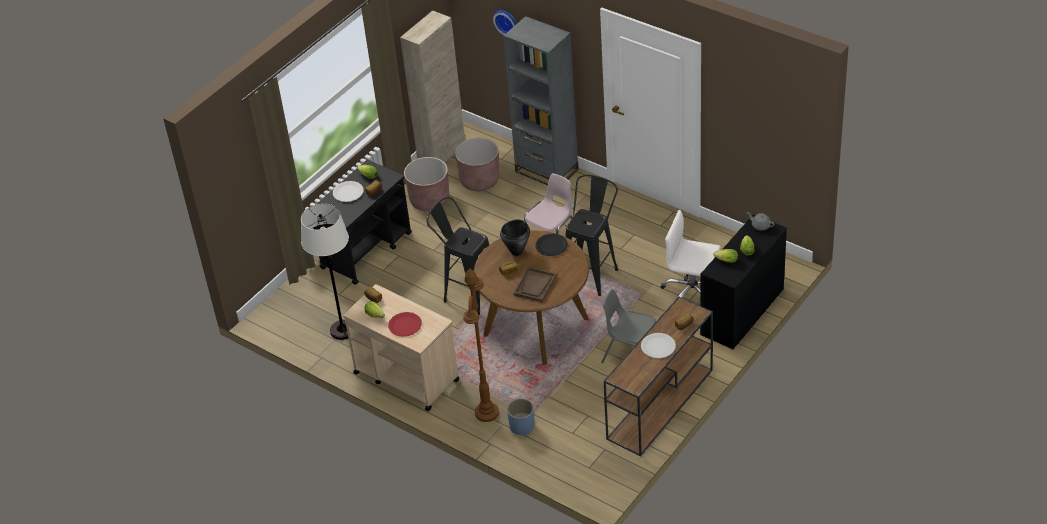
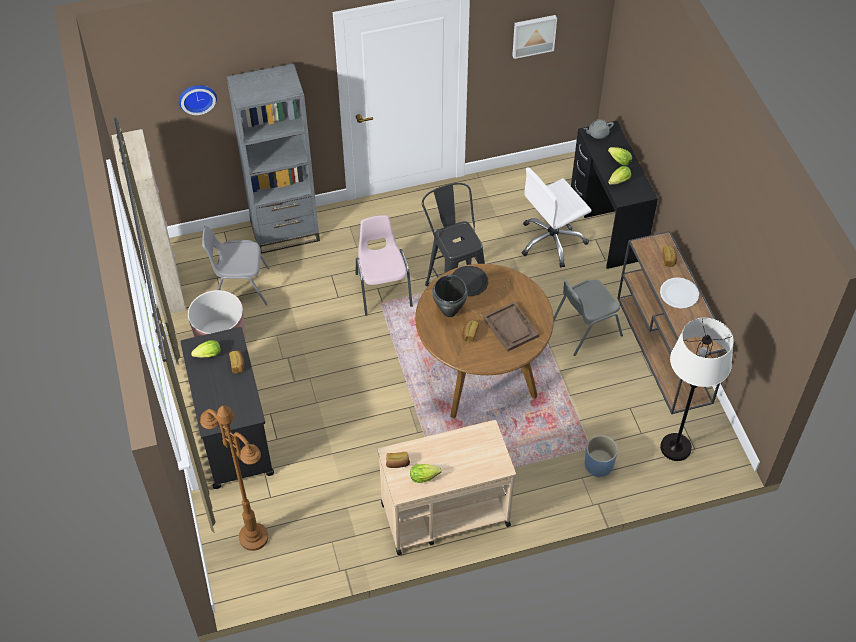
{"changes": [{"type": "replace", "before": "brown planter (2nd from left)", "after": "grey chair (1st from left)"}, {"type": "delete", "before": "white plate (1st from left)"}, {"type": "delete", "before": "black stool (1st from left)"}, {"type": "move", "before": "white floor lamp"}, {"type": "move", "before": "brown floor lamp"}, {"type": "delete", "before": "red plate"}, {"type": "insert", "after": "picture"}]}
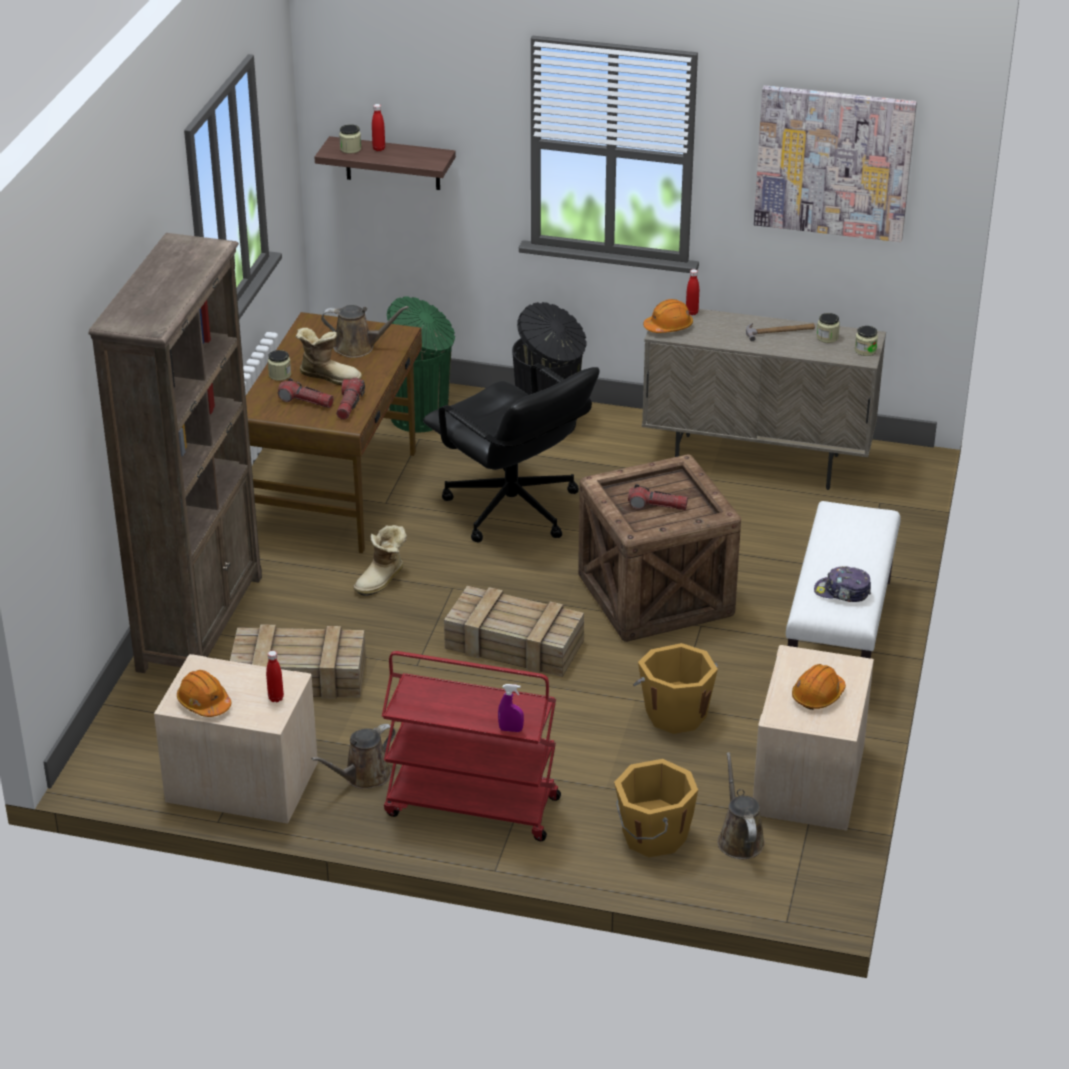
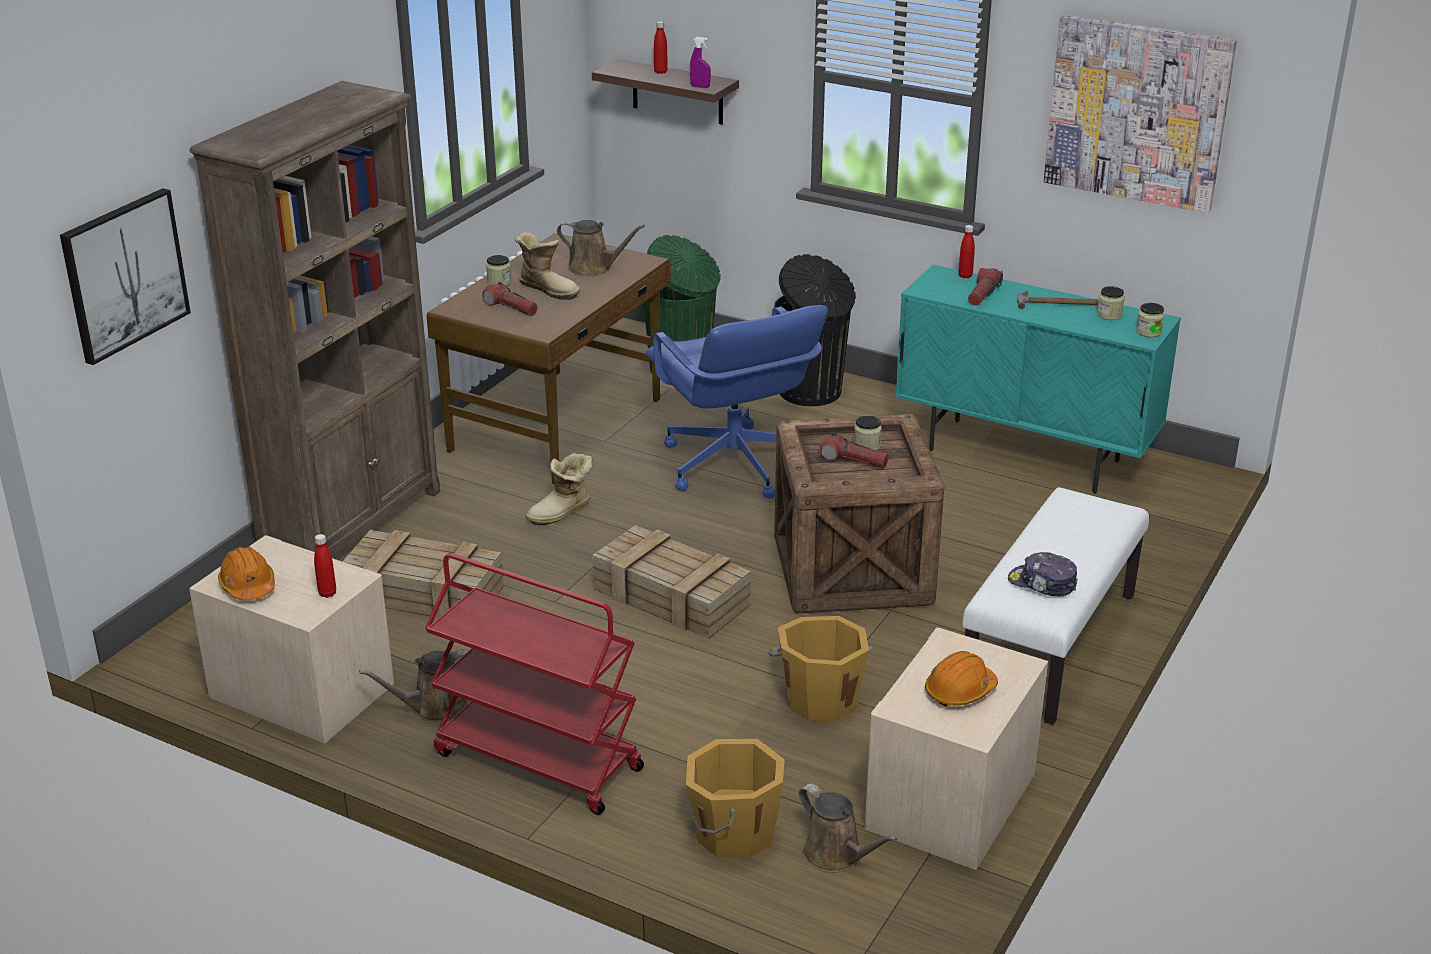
{"changes": [{"type": "move", "before": "jar (2nd from left)"}, {"type": "delete", "before": "orange hard hat (2nd from left)"}, {"type": "recolor", "before": "beige cabinet", "after": "turquoise cabinet"}, {"type": "recolor", "before": "black office chair", "after": "blue office chair"}, {"type": "move", "before": "flashlight (2nd from left in the first image)", "after": "flashlight (3rd from left)"}, {"type": "move", "before": "purple spray bottle"}, {"type": "rotate", "before": "brown watering can (3rd from left)", "turn": 135}, {"type": "insert", "after": "picture (1st from left)"}]}
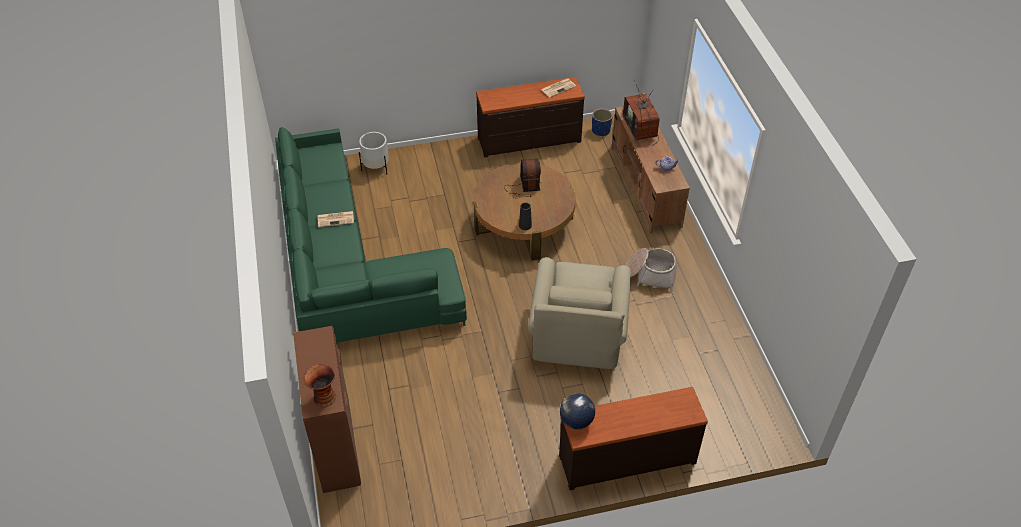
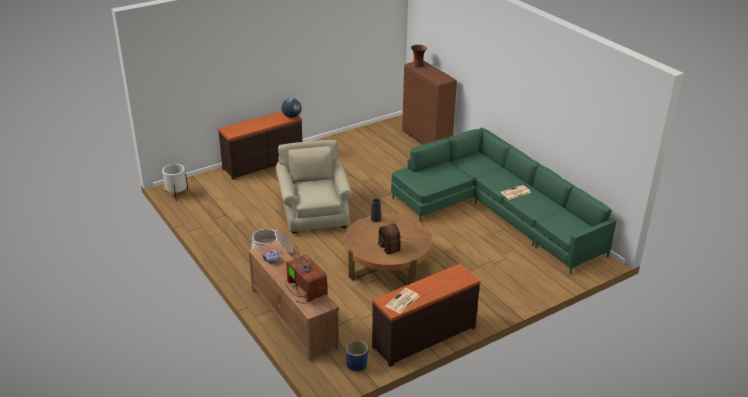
{"changes": [{"type": "move", "before": "white planter"}]}
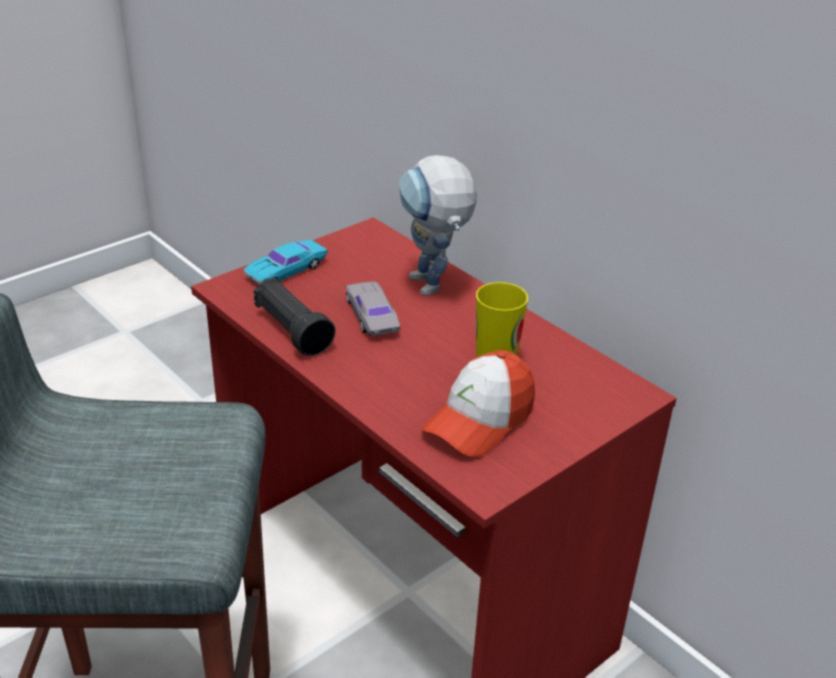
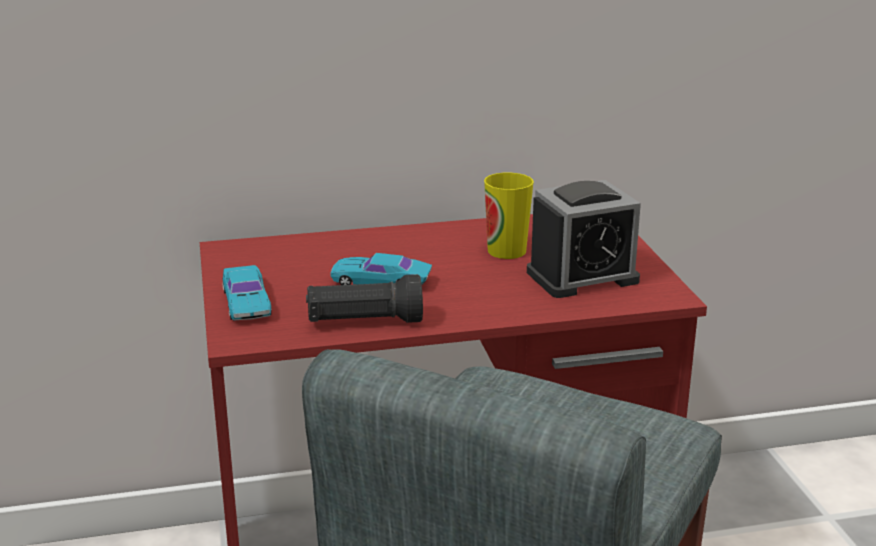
{"changes": [{"type": "delete", "before": "toy robot"}, {"type": "recolor", "before": "grey toy car", "after": "turquoise toy car (2nd from left)"}, {"type": "replace", "before": "cap", "after": "alarm clock"}]}
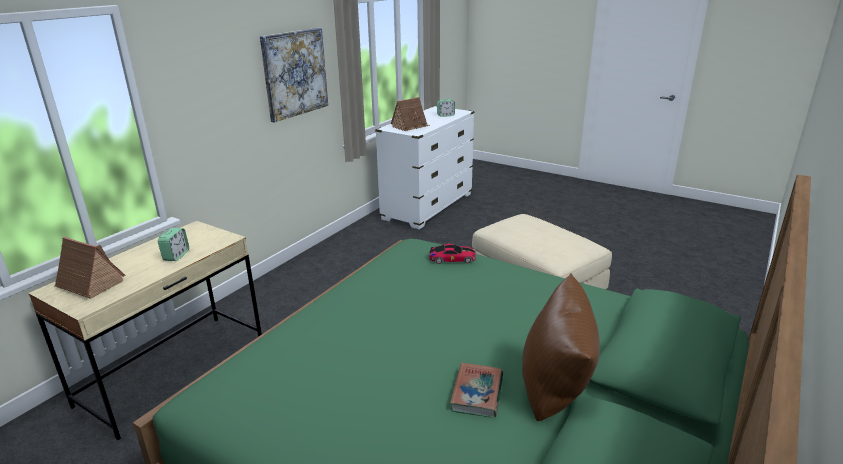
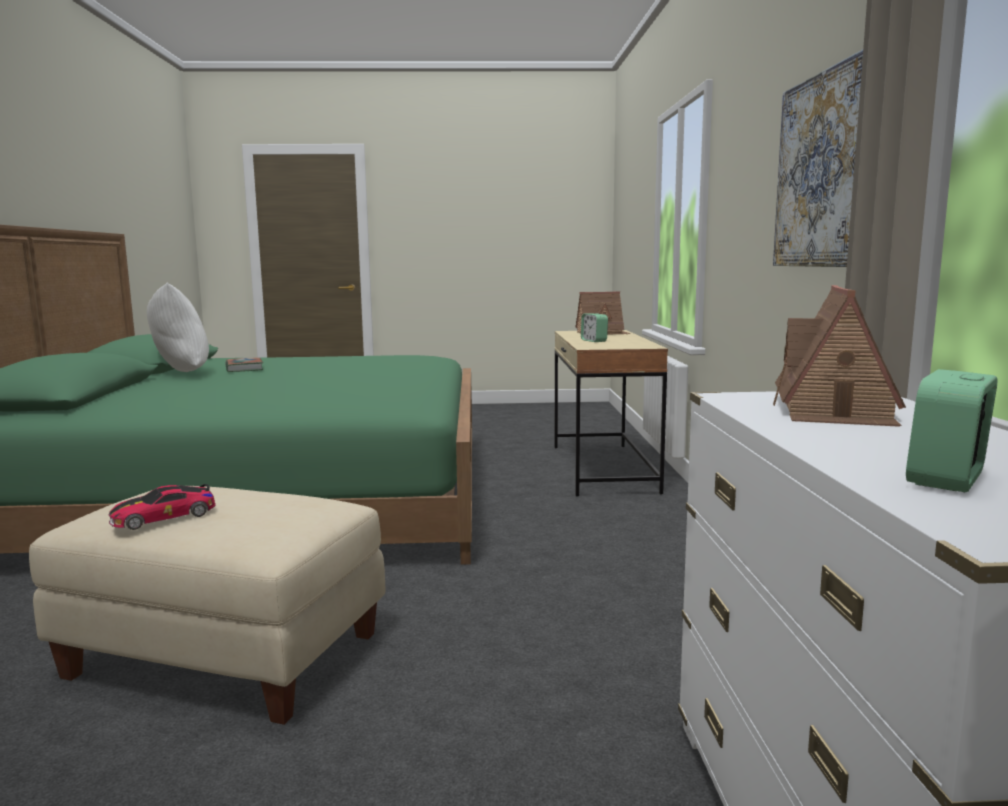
{"changes": [{"type": "move", "before": "toy car"}, {"type": "recolor", "before": "brown pillow", "after": "white pillow"}]}
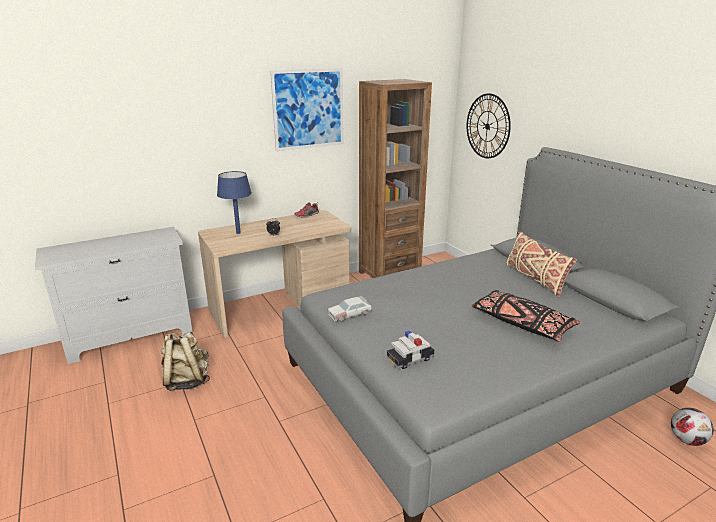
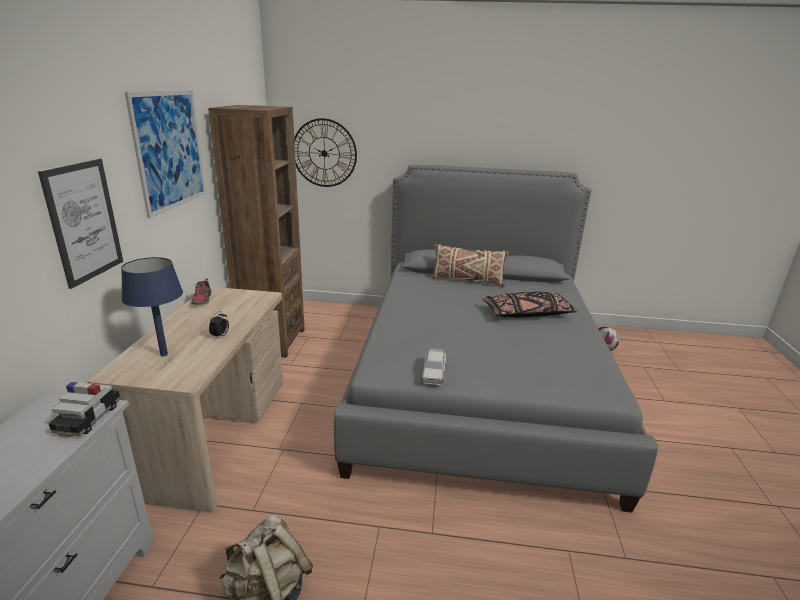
{"changes": [{"type": "move", "before": "toy car (2nd from left in the first image)", "after": "toy car (1st from left)"}, {"type": "insert", "after": "picture (1st from left)"}]}
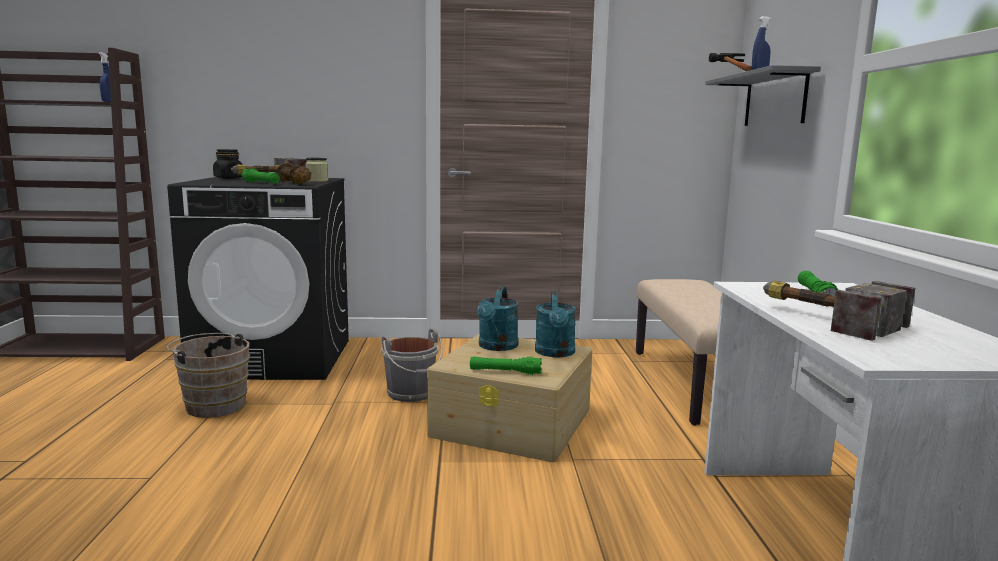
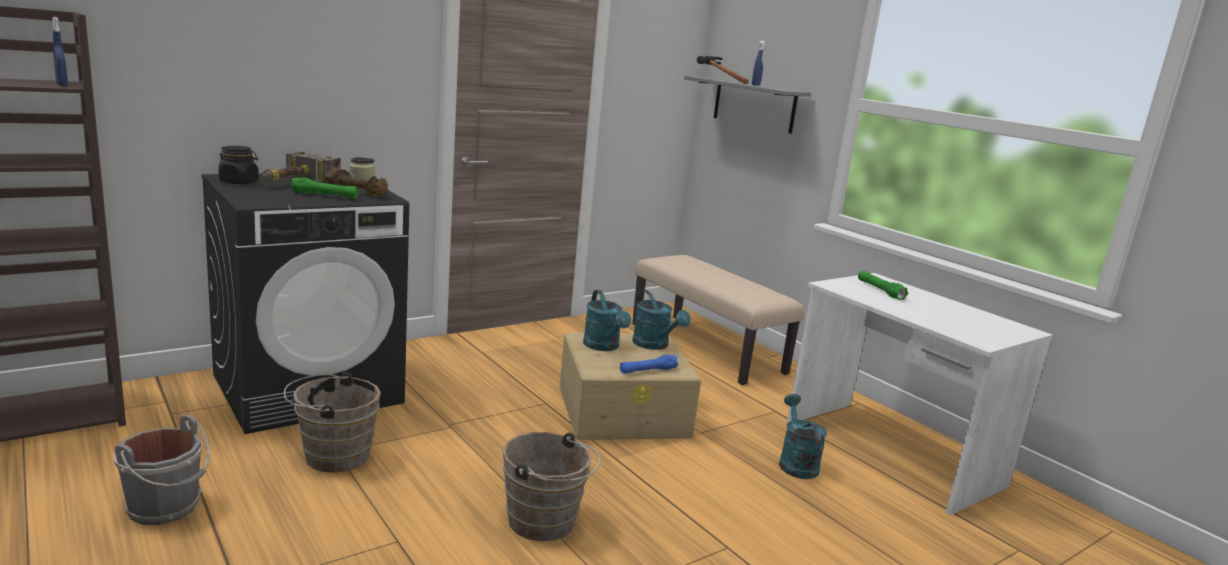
{"changes": [{"type": "delete", "before": "hammer (3rd from left)"}, {"type": "move", "before": "grey bucket"}, {"type": "recolor", "before": "green flashlight (2nd from left)", "after": "blue flashlight"}, {"type": "insert", "after": "turquoise watering can (3rd from left)"}, {"type": "insert", "after": "brown bucket (2nd from left)"}]}
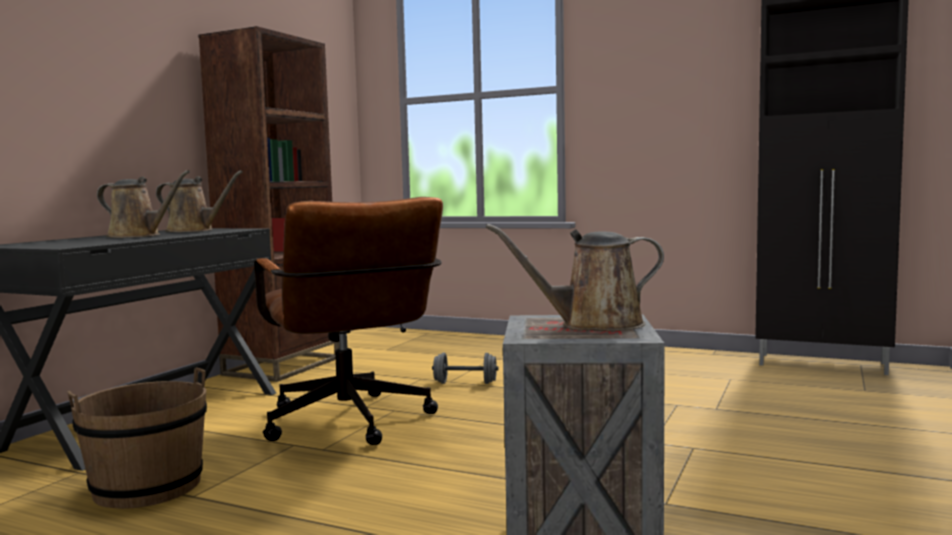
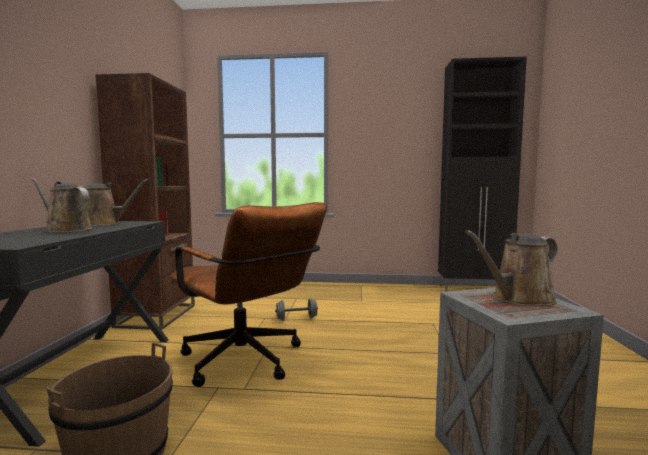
{"changes": [{"type": "rotate", "before": "brown watering can (1st from left)", "turn": -150}]}
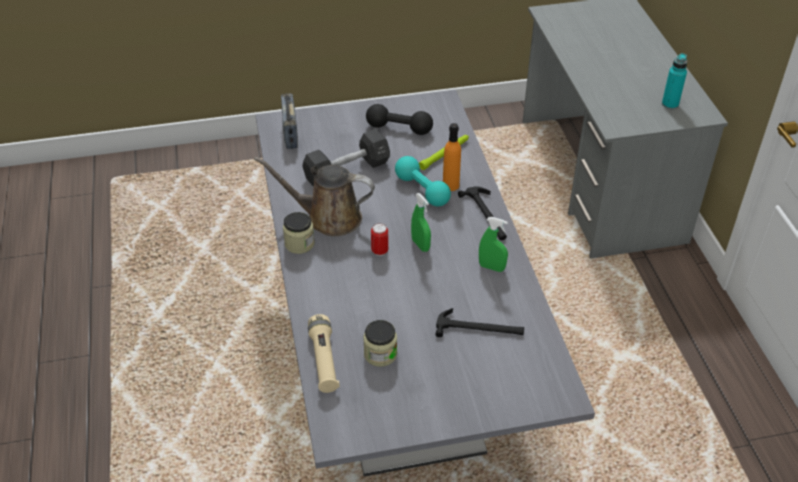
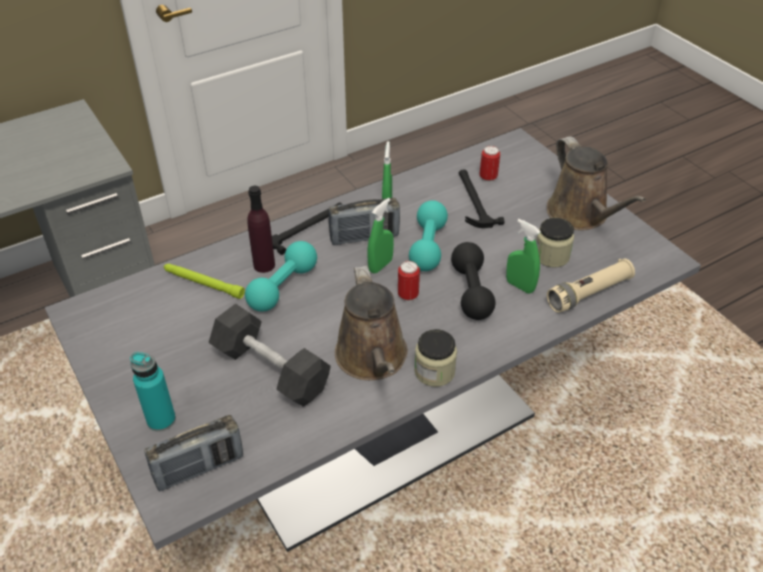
{"changes": [{"type": "move", "before": "turquoise bottle"}, {"type": "move", "before": "black dumbbell (2nd from left)"}, {"type": "recolor", "before": "orange bottle", "after": "purple bottle"}, {"type": "insert", "after": "brown watering can (2nd from left)"}, {"type": "insert", "after": "can (2nd from left)"}, {"type": "insert", "after": "radio (2nd from left)"}, {"type": "insert", "after": "turquoise dumbbell (2nd from left)"}, {"type": "insert", "after": "green spray bottle (3rd from left)"}]}
